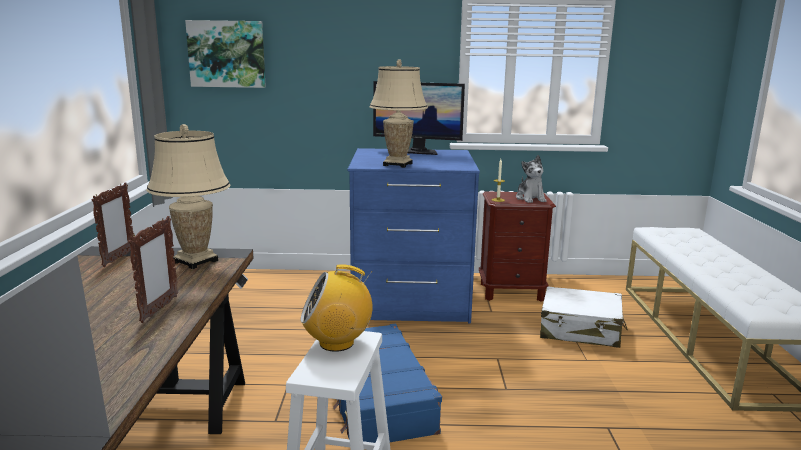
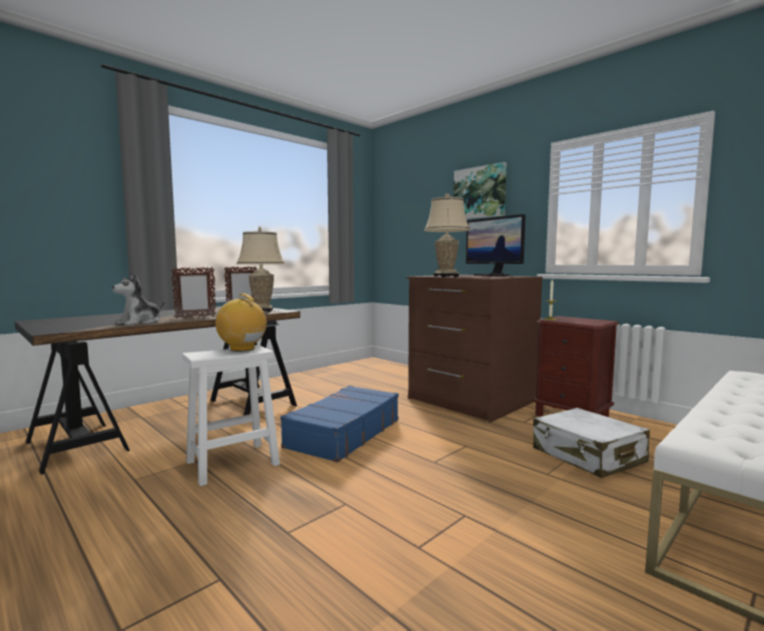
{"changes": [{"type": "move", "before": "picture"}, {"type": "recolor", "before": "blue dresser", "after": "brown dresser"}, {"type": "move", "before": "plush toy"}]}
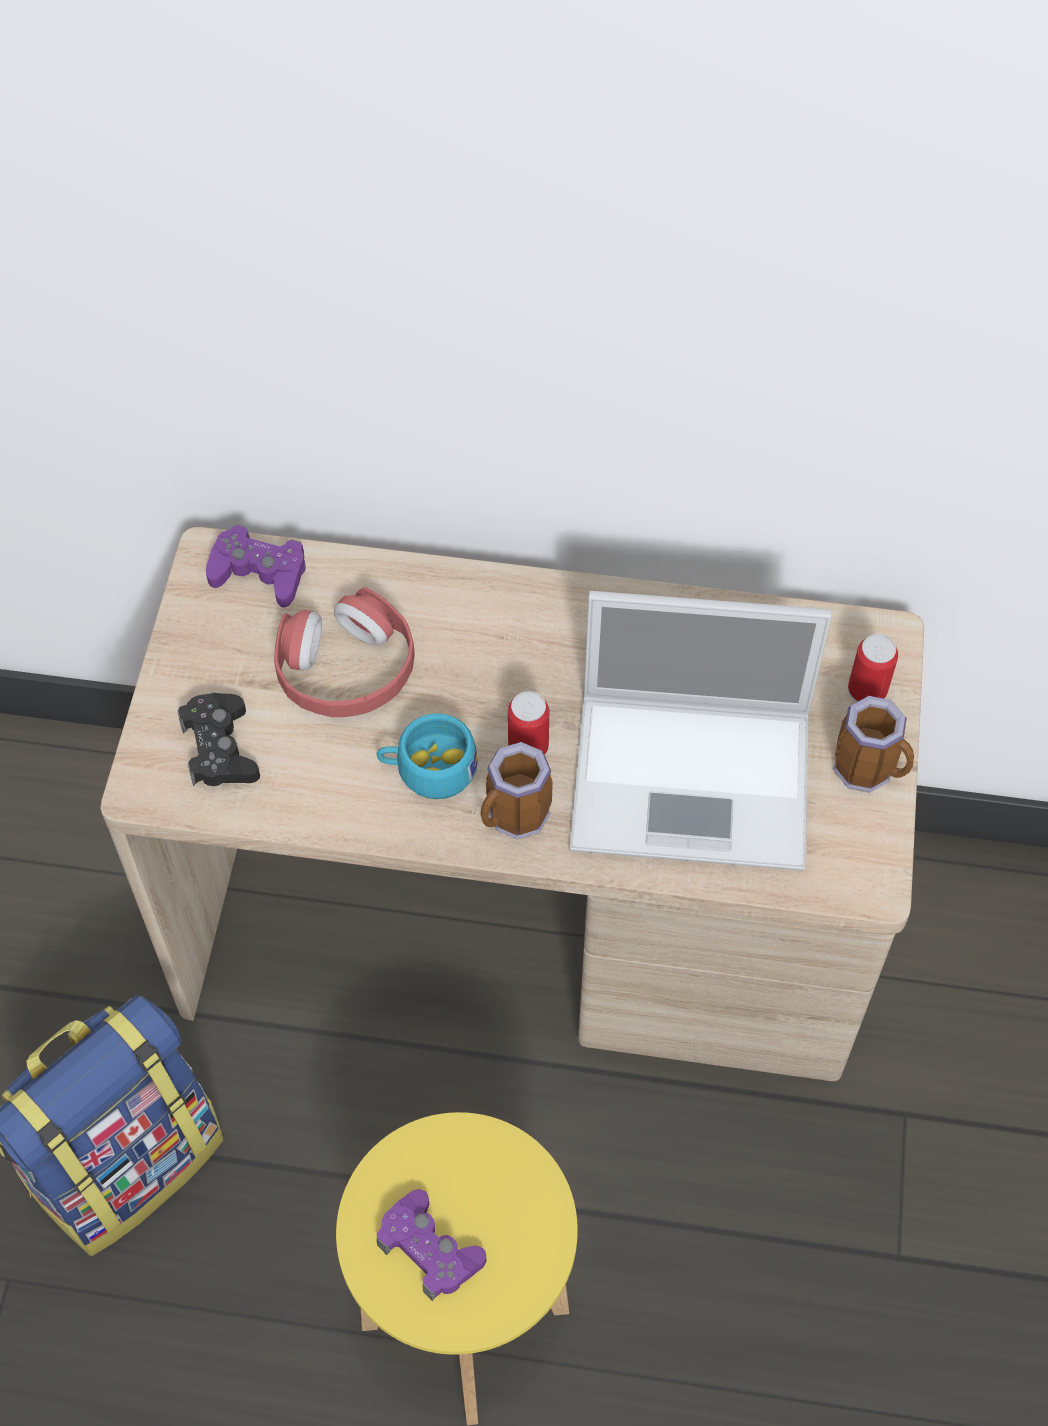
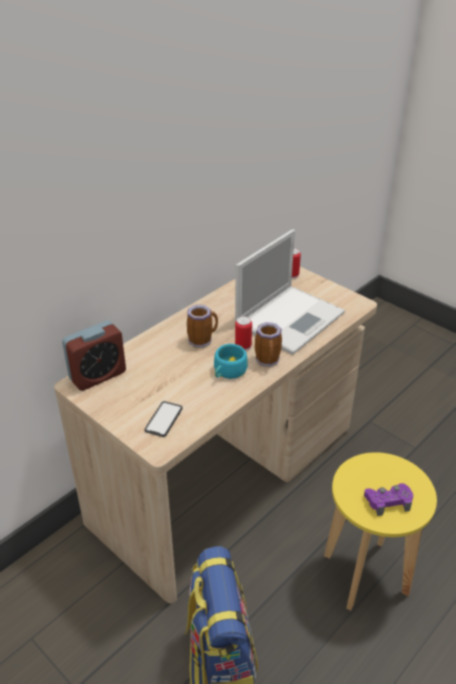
{"changes": [{"type": "replace", "before": "purple game controller (1st from left)", "after": "alarm clock"}, {"type": "delete", "before": "red headphones"}, {"type": "replace", "before": "black game controller", "after": "phone"}, {"type": "move", "before": "mug (2nd from left in the first image)", "after": "mug (1st from left)"}]}
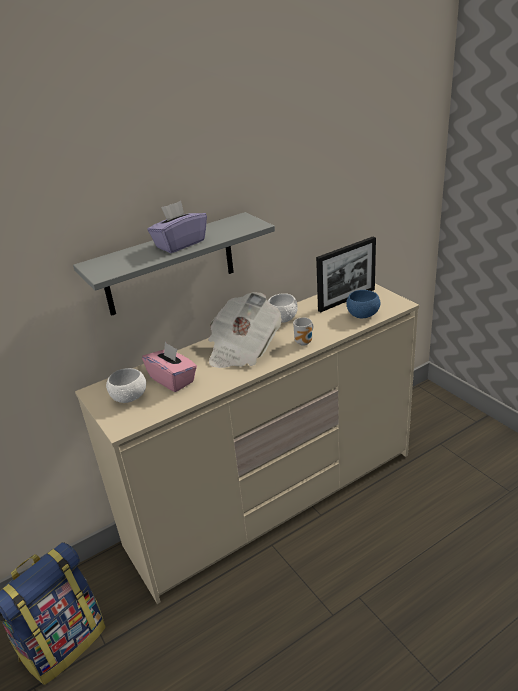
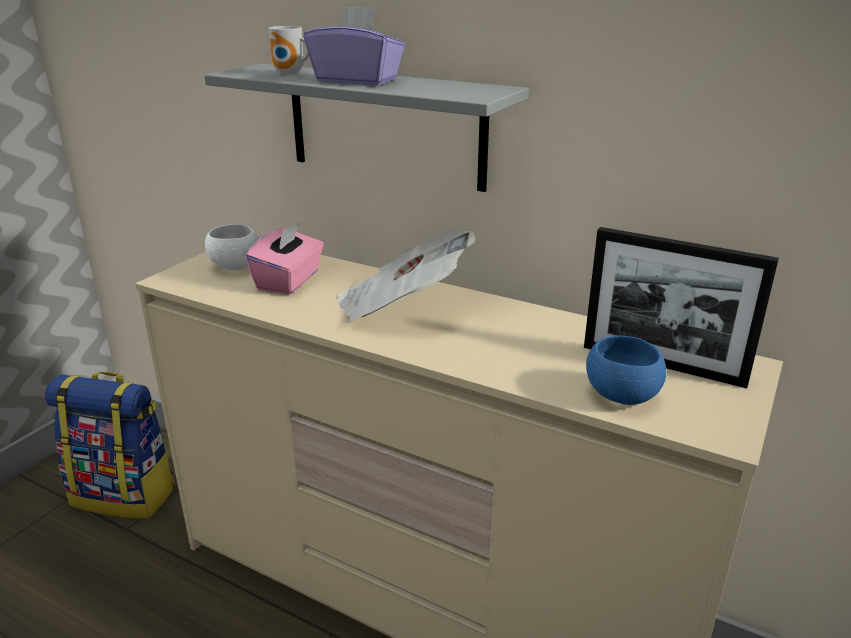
{"changes": [{"type": "delete", "before": "white bowl (2nd from left)"}, {"type": "move", "before": "mug"}]}
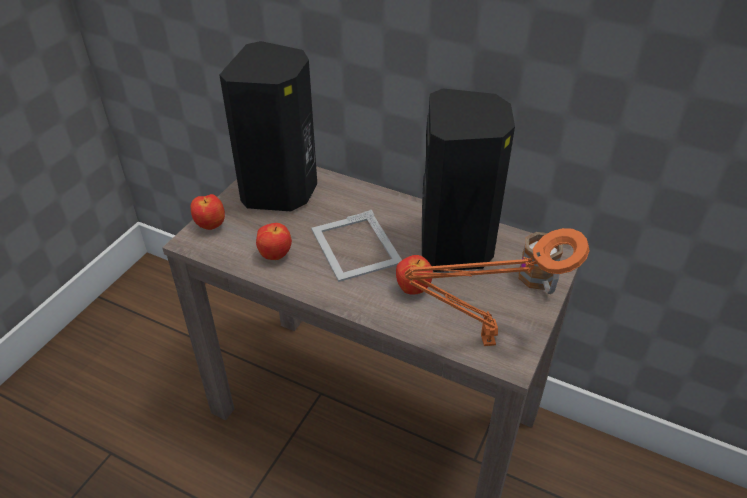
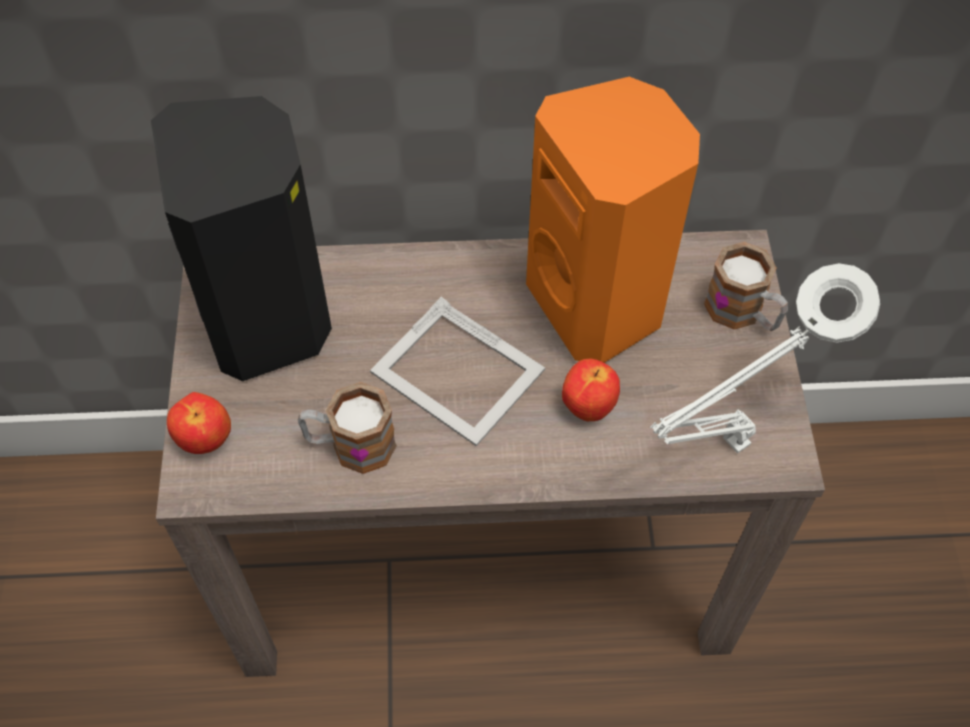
{"changes": [{"type": "recolor", "before": "black speaker (2nd from left)", "after": "orange speaker"}, {"type": "replace", "before": "apple (2nd from left)", "after": "mug (1st from left)"}, {"type": "recolor", "before": "orange table lamp", "after": "white table lamp"}]}
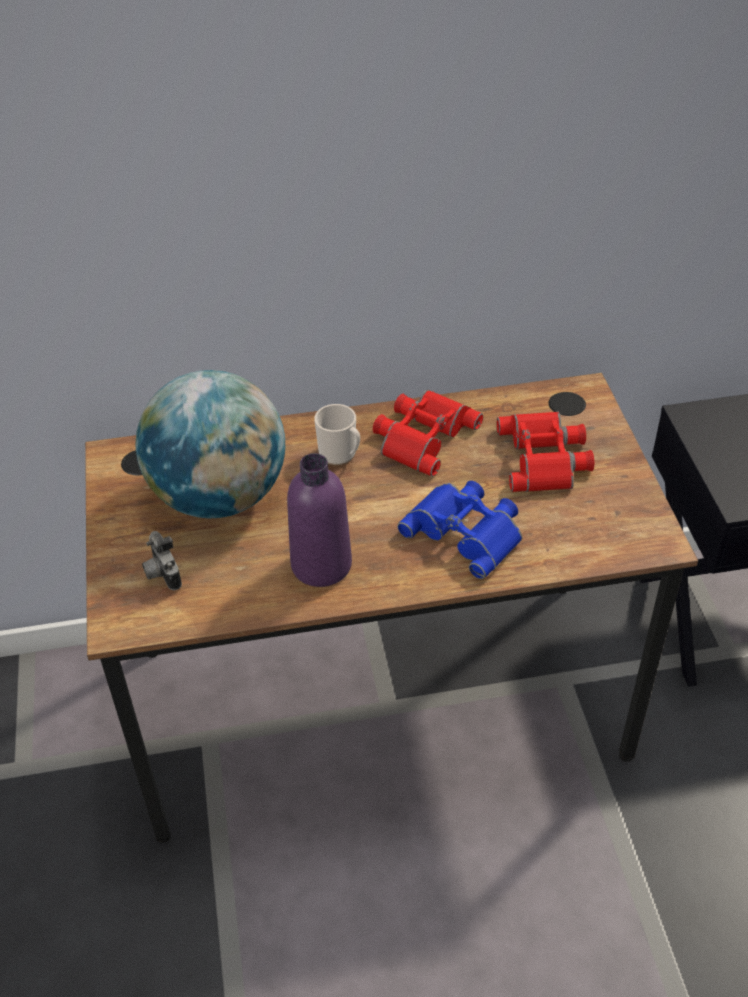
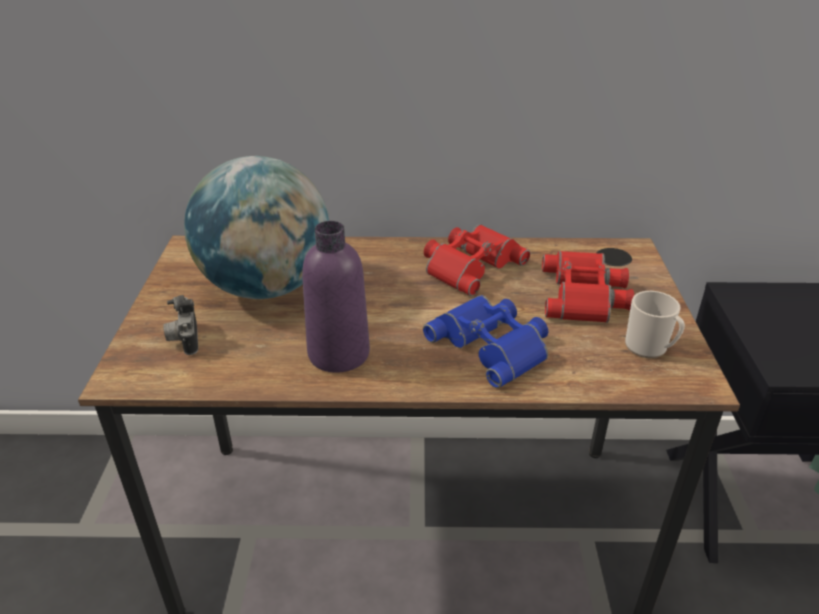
{"changes": [{"type": "move", "before": "mug"}]}
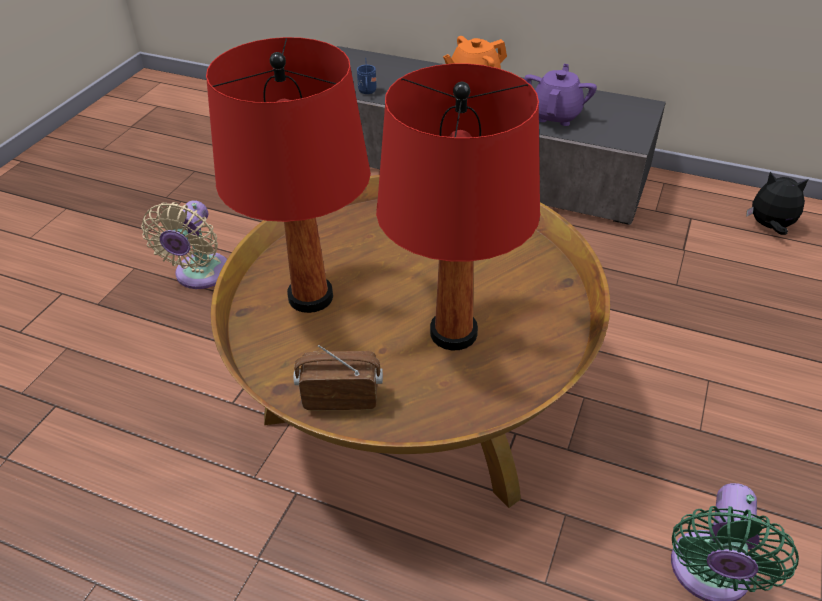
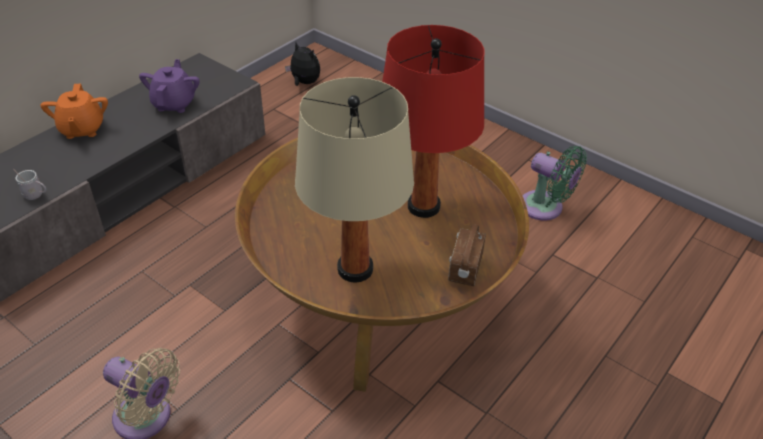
{"changes": [{"type": "recolor", "before": "red table lamp (1st from left)", "after": "beige table lamp"}, {"type": "recolor", "before": "blue mug", "after": "white mug"}, {"type": "rotate", "before": "purple teapot", "turn": 60}, {"type": "rotate", "before": "plush toy", "turn": 90}]}
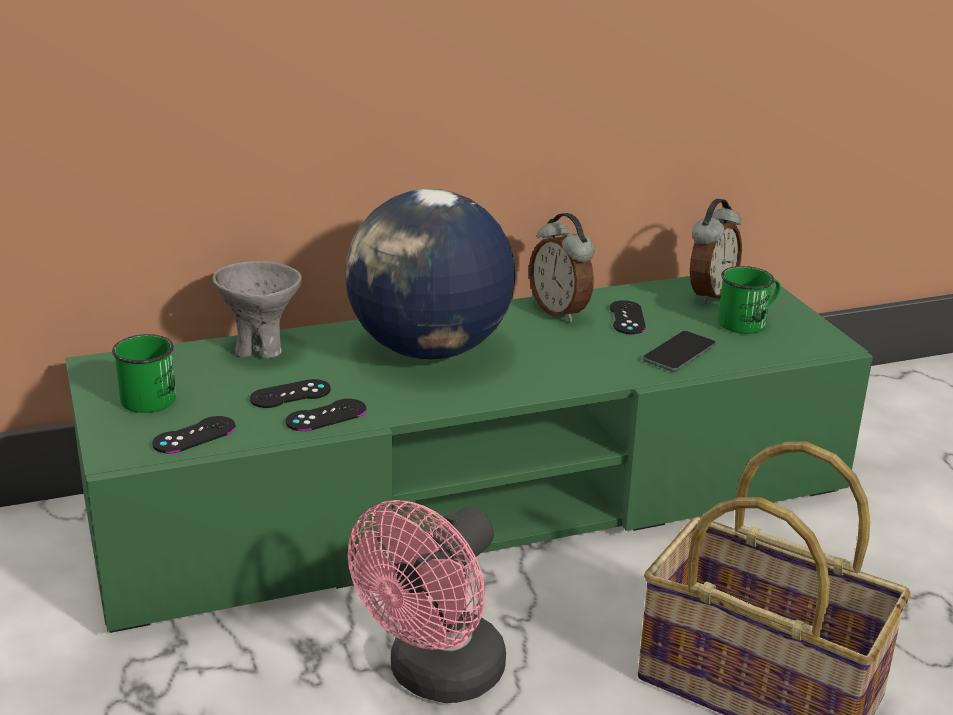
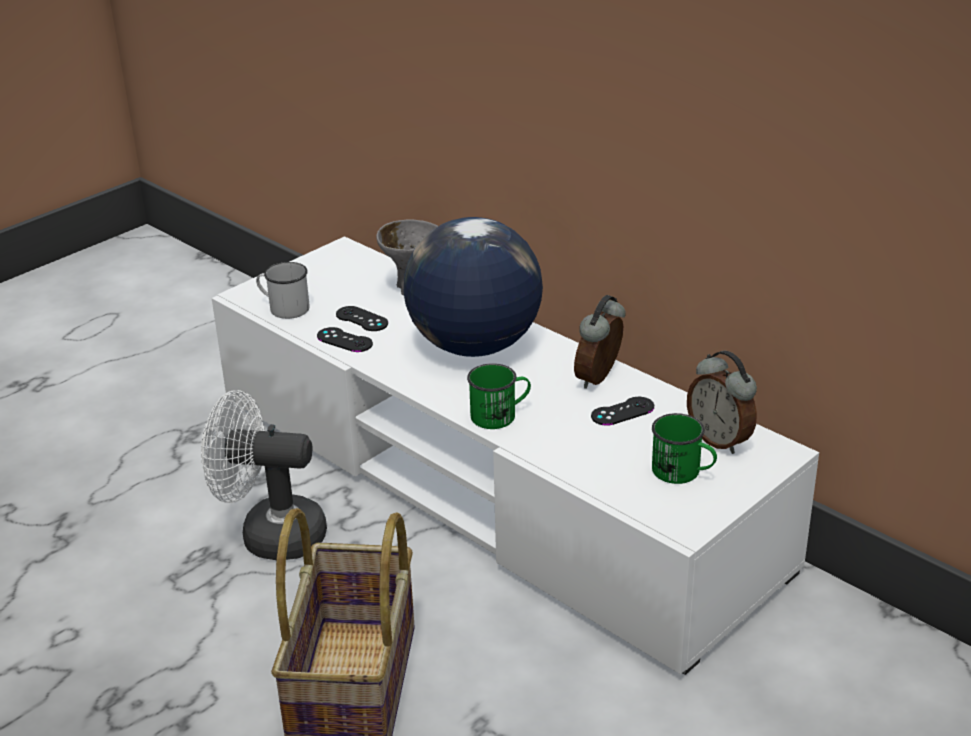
{"changes": [{"type": "rotate", "before": "alarm clock (2nd from left)", "turn": 45}, {"type": "recolor", "before": "green tv stand", "after": "white tv stand"}, {"type": "delete", "before": "phone"}, {"type": "move", "before": "green mug (1st from left)"}, {"type": "replace", "before": "black game controller (1st from left)", "after": "white mug"}, {"type": "recolor", "before": "pink fan", "after": "white fan"}]}
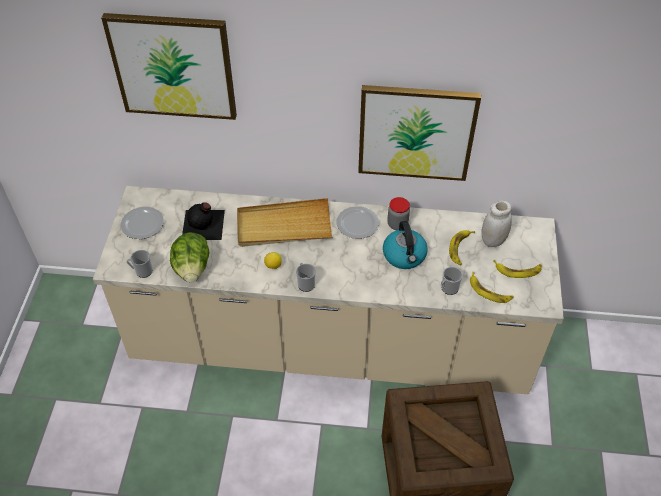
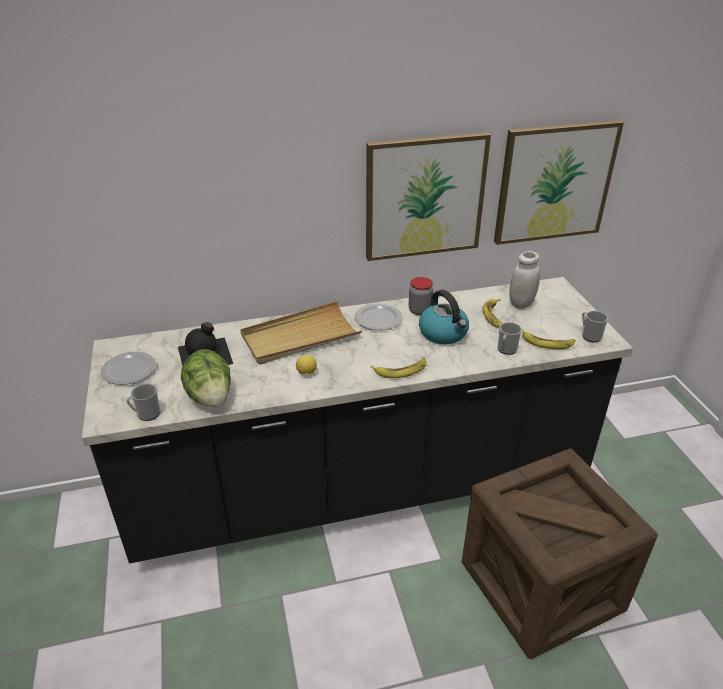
{"changes": [{"type": "move", "before": "picture (1st from left in the first image)", "after": "picture (2nd from left)"}, {"type": "recolor", "before": "beige counter", "after": "black counter"}, {"type": "move", "before": "banana (3rd from left in the first image)", "after": "banana (1st from left)"}, {"type": "move", "before": "mug (2nd from left in the first image)", "after": "mug (3rd from left)"}]}
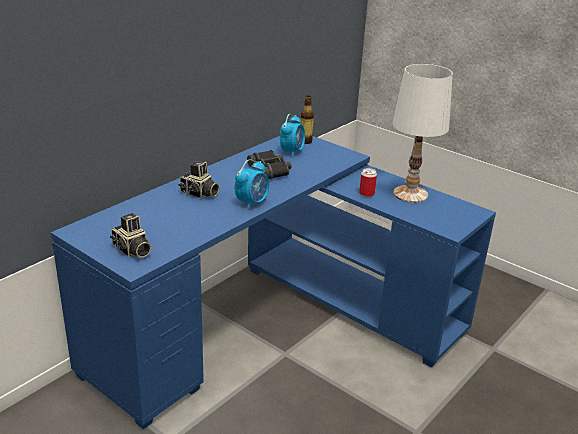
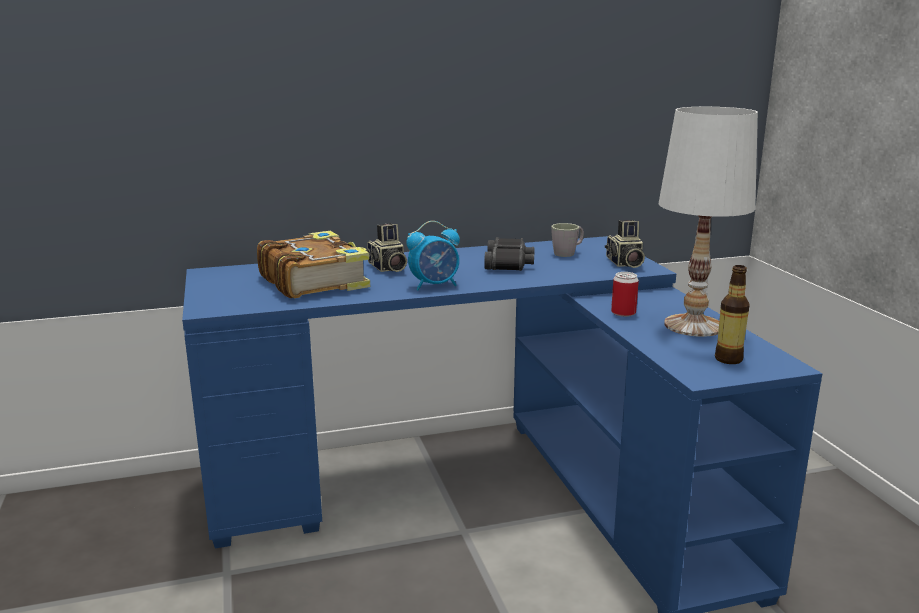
{"changes": [{"type": "move", "before": "bottle"}, {"type": "replace", "before": "alarm clock (2nd from left)", "after": "grey mug"}, {"type": "move", "before": "photo camera (1st from left in the first image)", "after": "photo camera (2nd from left)"}, {"type": "insert", "after": "book"}]}
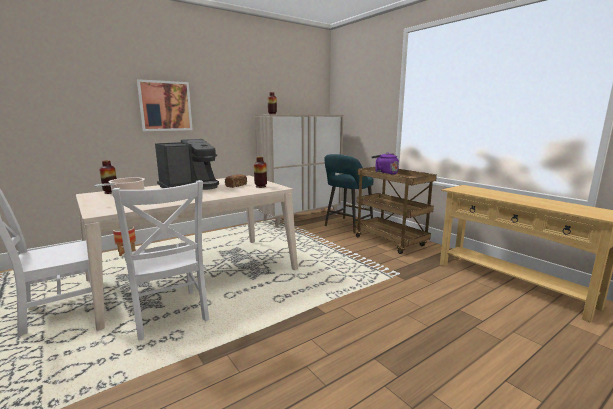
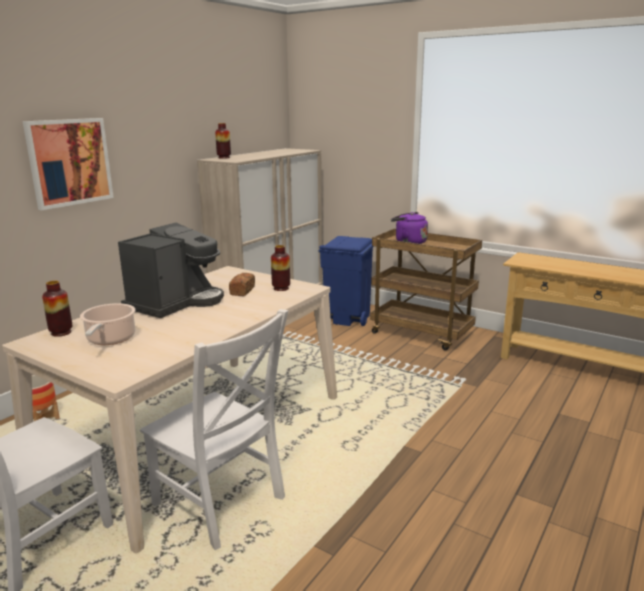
{"changes": [{"type": "replace", "before": "turquoise stool", "after": "blue trash can"}]}
